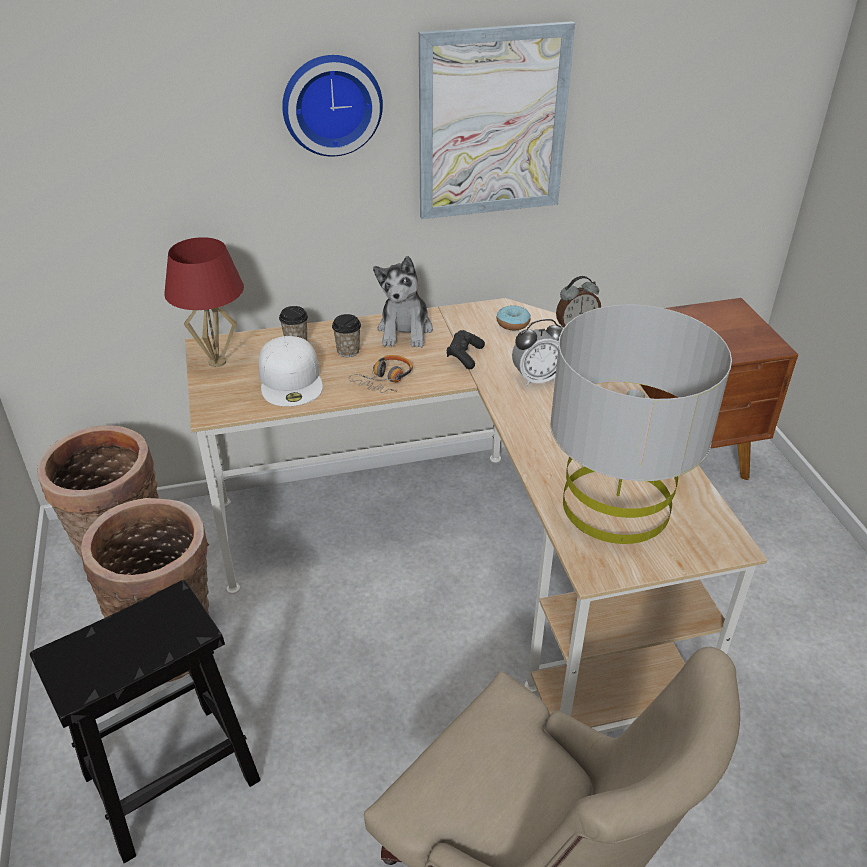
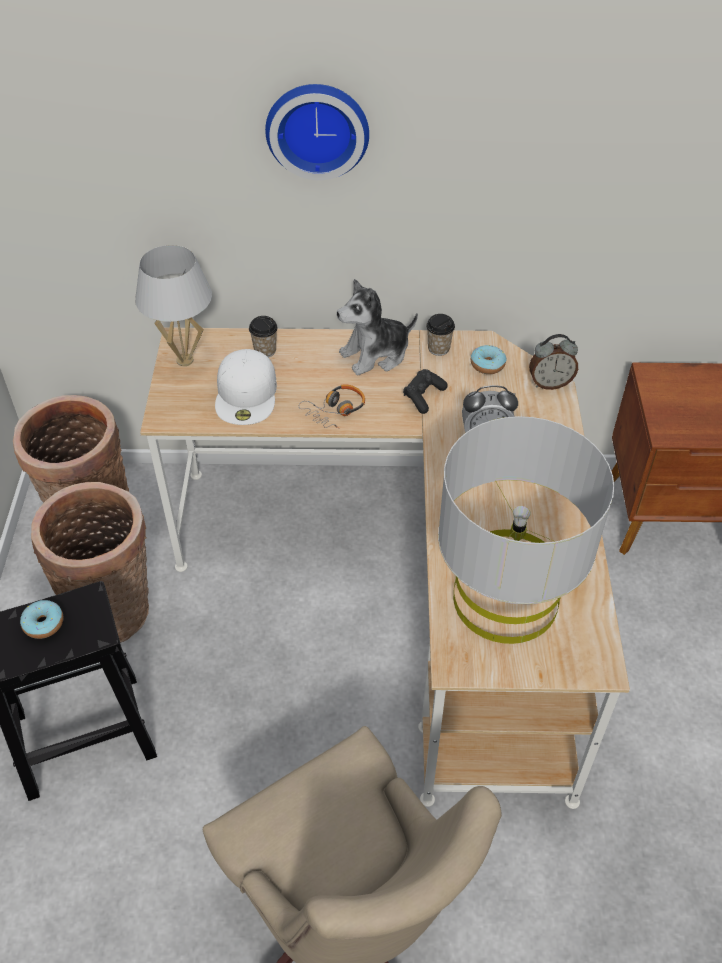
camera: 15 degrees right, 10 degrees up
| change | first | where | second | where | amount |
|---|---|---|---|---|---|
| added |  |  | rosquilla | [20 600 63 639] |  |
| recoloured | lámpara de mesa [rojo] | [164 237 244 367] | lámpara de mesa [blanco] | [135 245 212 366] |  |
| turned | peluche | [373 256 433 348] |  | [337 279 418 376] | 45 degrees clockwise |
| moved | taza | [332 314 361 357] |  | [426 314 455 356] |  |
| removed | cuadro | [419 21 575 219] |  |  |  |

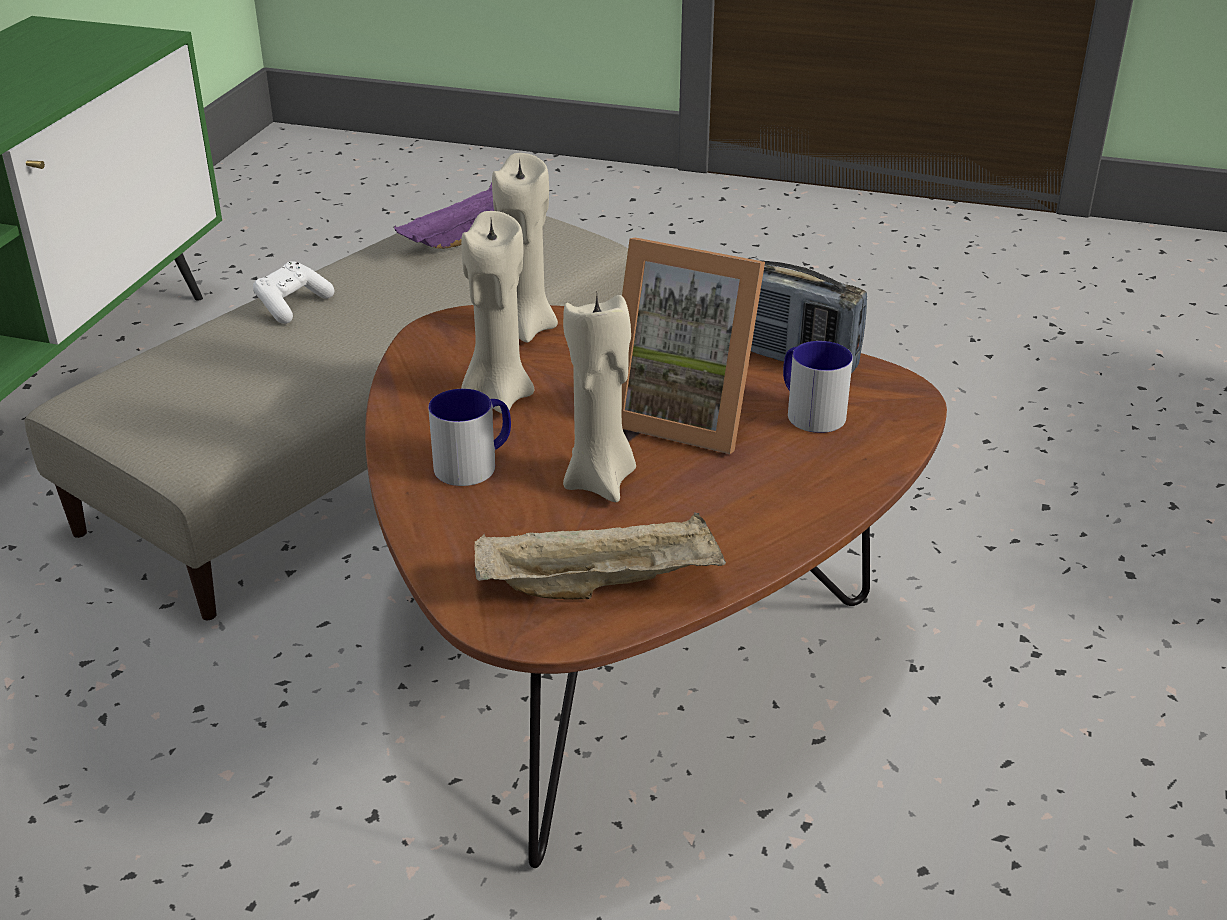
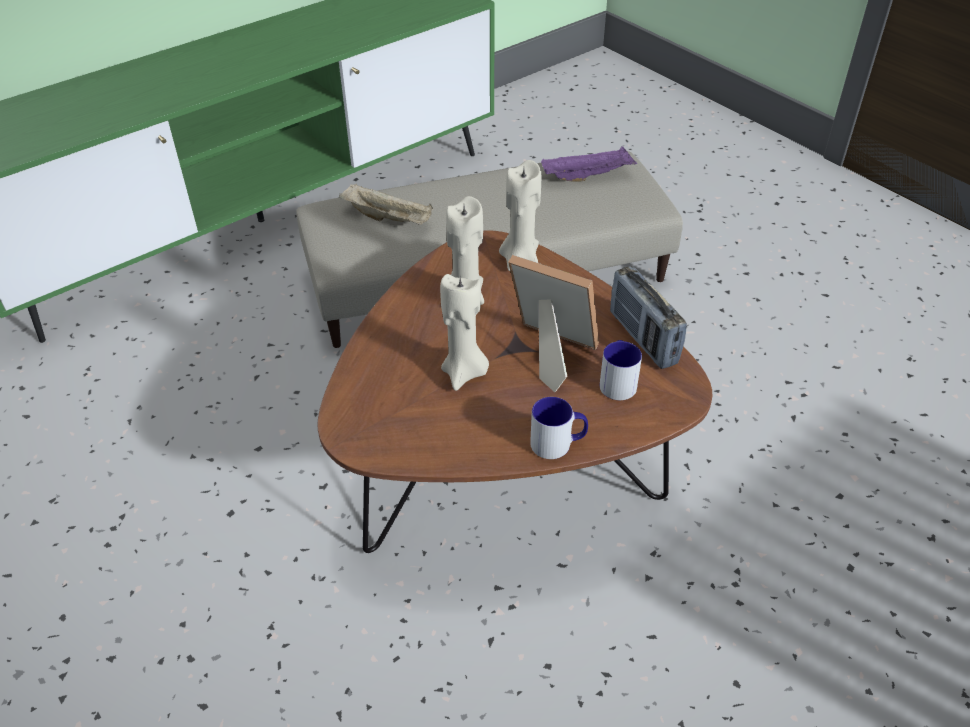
camera: 35 degrees right, 10 degrees up
| change | first | where | second | where | amount |
|---|---|---|---|---|---|
| moved | bandeja [beis] | [474 512 726 600] |  | [339 183 433 225] |  |
| turned | portarretratos | [622 238 765 454] |  | [508 255 599 392] | 150 degrees clockwise |
| moved | taza grande | [428 389 511 486] |  | [530 397 588 459] |  |
| removed | mando de consola [blanco] | [253 261 334 324] |  |  |  |

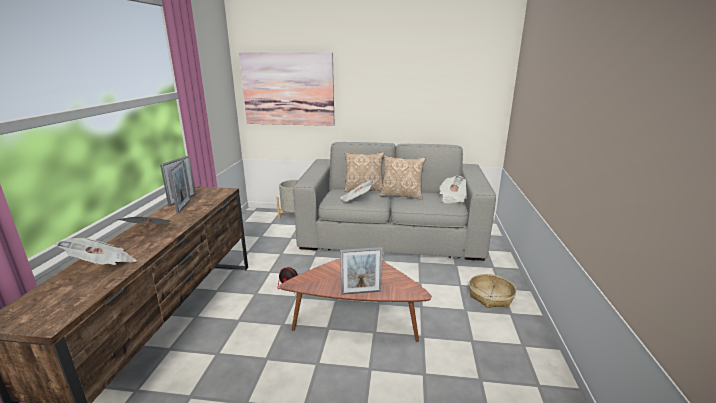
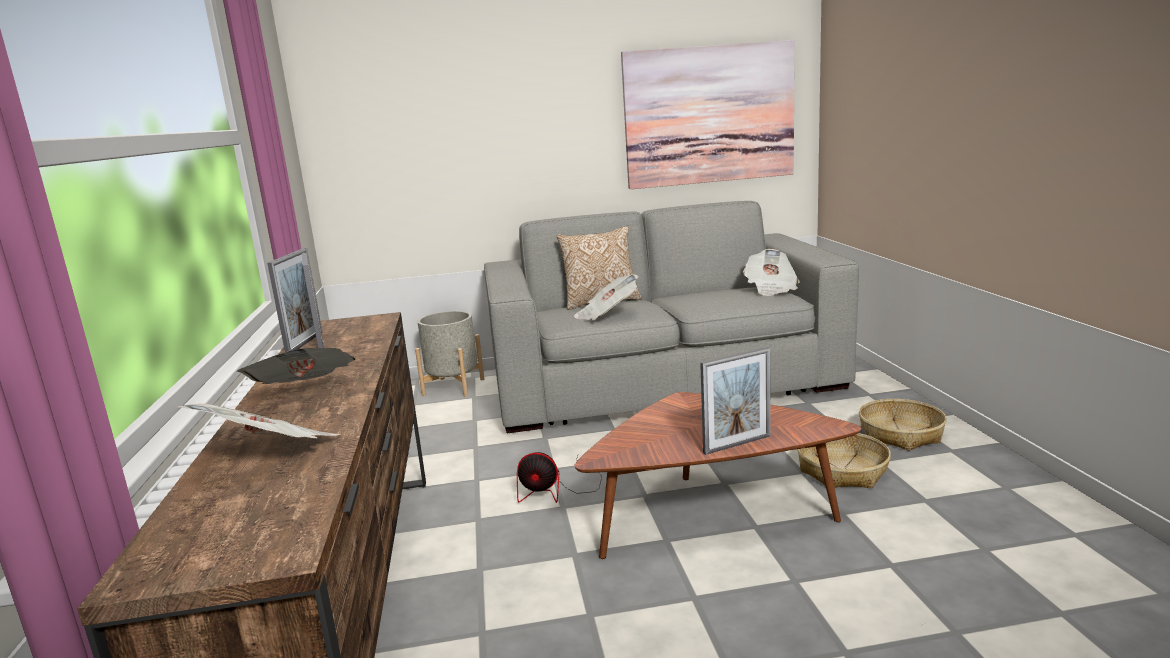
camera: 15 degrees left, 5 degrees down
| change | first | where | second | where | amount |
|---|---|---|---|---|---|
| moved | cuadro | [239 52 335 126] |  | [621 40 795 189] |  |
| added |  |  | cesta | [797 433 891 488] |  |
| removed | cojín | [380 155 426 200] |  |  |  |

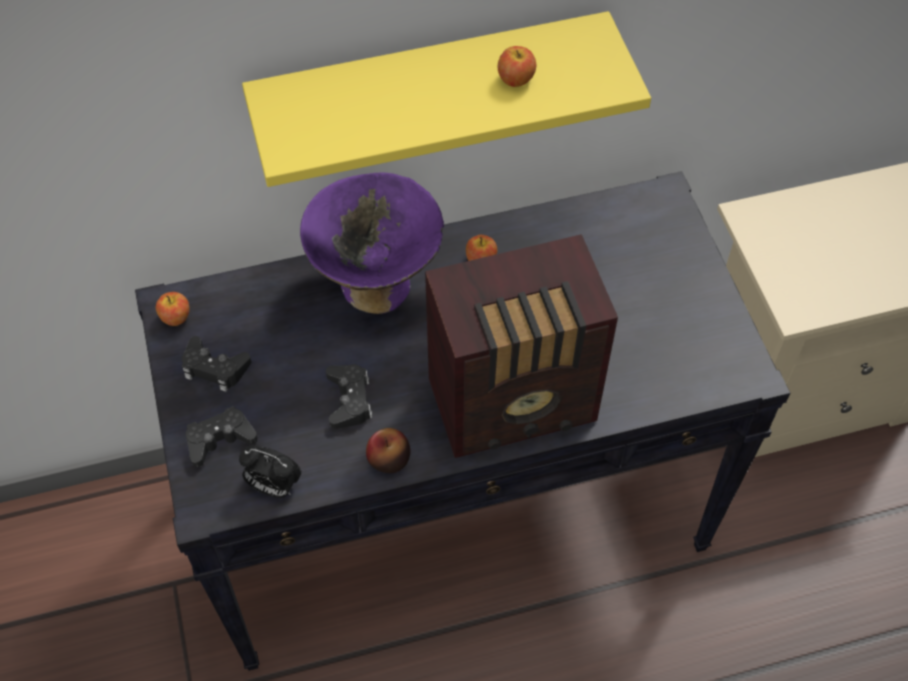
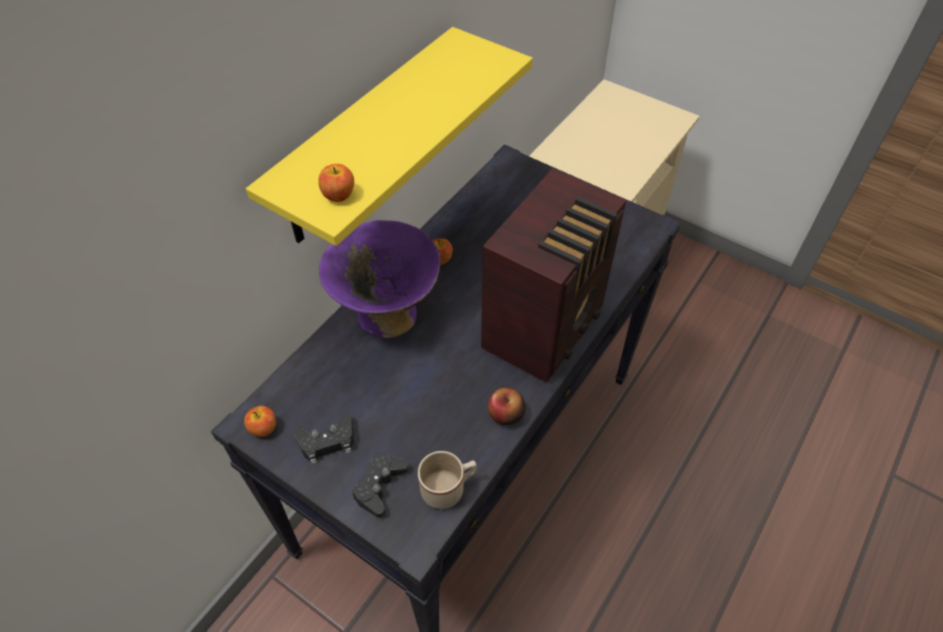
camera: 40 degrees left, 5 degrees down
| change | first | where | second | where | amount |
|---|---|---|---|---|---|
| moved | manzana | [498 46 536 87] |  | [318 164 354 202] |  |
| replaced | despertador | [239 445 302 498] | taza grande [beis] | [418 451 477 509] |  |
| removed | mando de consola [negro] | [326 364 372 429] |  |  |  |

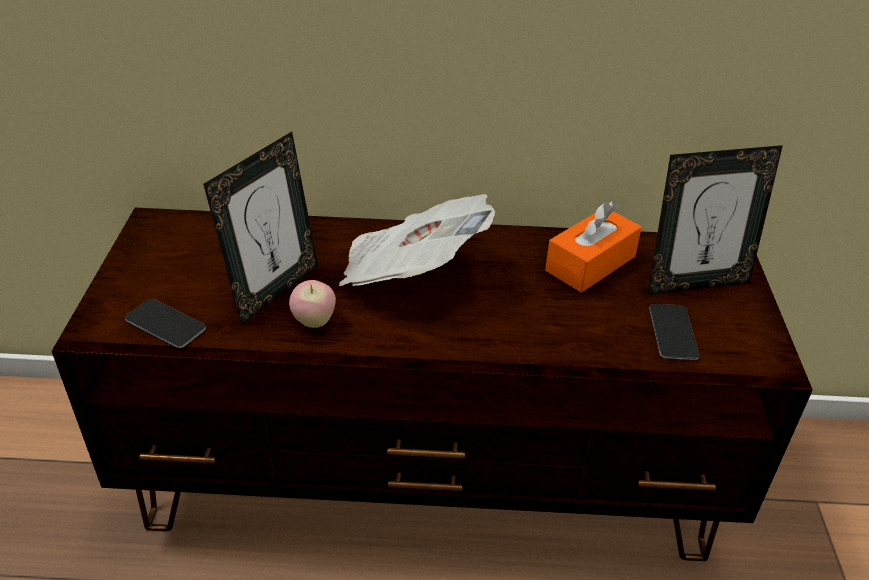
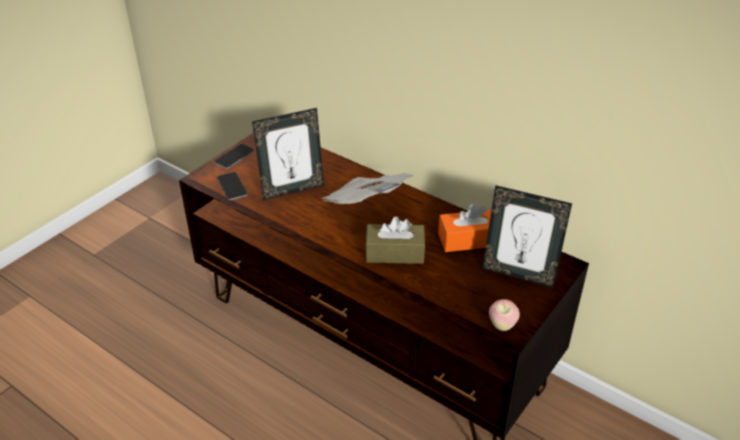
camera: 35 degrees right, 0 degrees up
| change | first | where | second | where | amount |
|---|---|---|---|---|---|
| moved | móvil | [649 304 699 360] |  | [214 144 254 169] |  |
| added |  |  | caja de pañuelos [marrón] | [365 217 425 264] |  |
| moved | manzana | [289 280 336 328] |  | [489 299 520 331] |  |

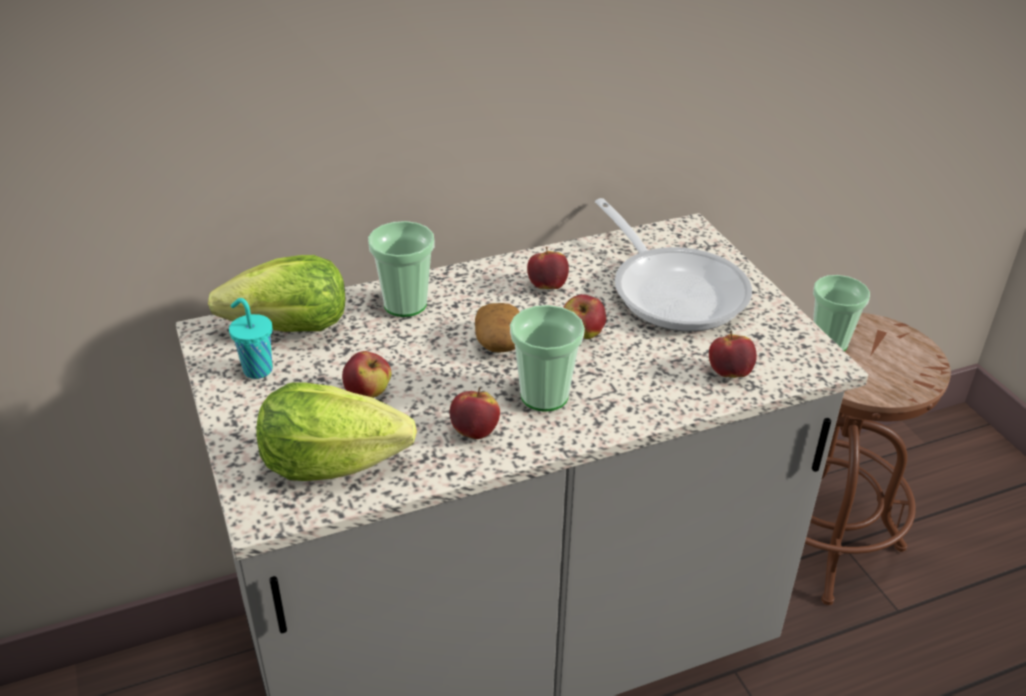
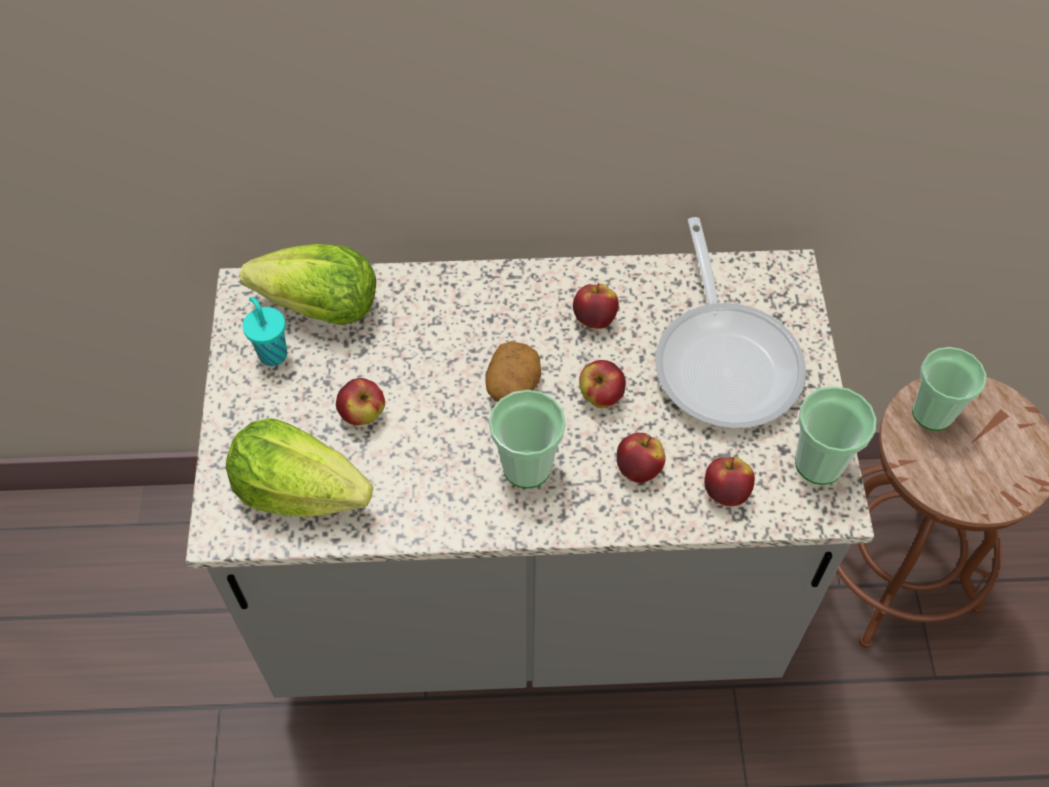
camera: 20 degrees right, 20 degrees up
| change | first | where | second | where | amount |
|---|---|---|---|---|---|
| moved | manzana | [450 387 500 439] |  | [617 433 666 483] |  |
| moved | taza | [368 221 435 317] |  | [795 386 876 485] |  |

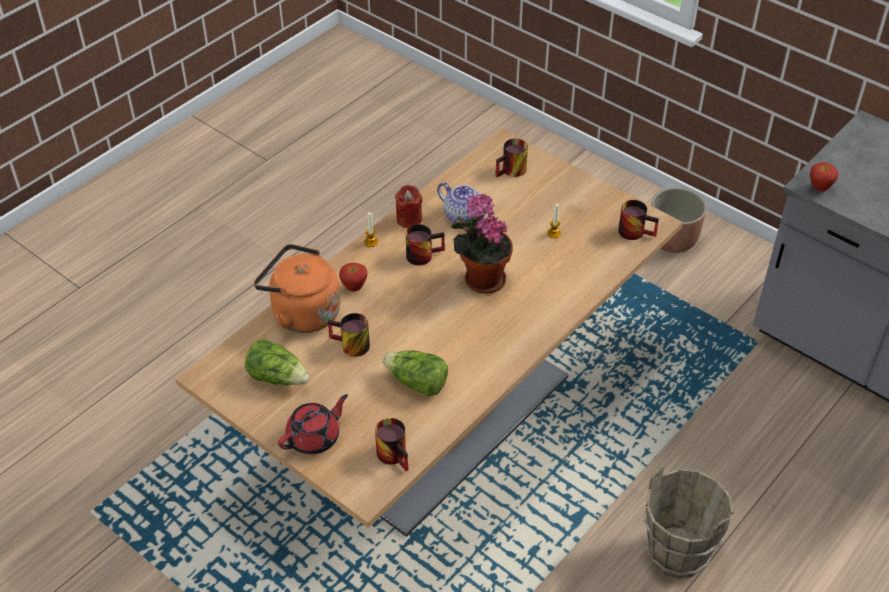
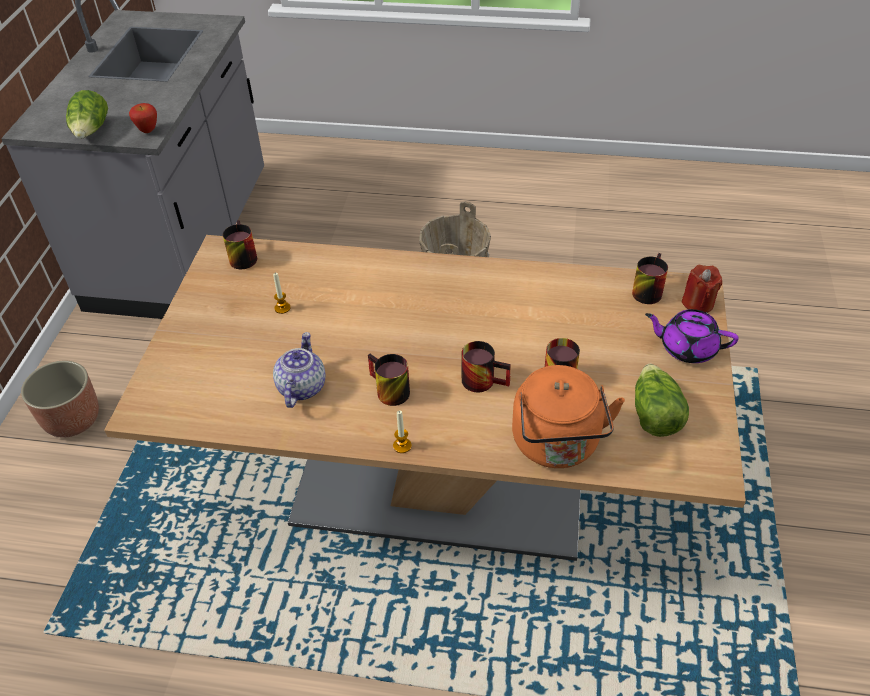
camera: 120 degrees left, 0 degrees up
| change | first | where | second | where | amount |
|---|---|---|---|---|---|
| moved | lechuga | [382 350 448 396] |  | [66 90 108 139] |  |
| moved | taza grande | [495 138 528 177] |  | [461 341 511 392] |  |
| recoloured | tetera [rojo] | [278 394 348 455] | tetera [morado] | [645 309 739 363] |  |
| moved | vela [rojo] | [395 185 422 228] |  | [682 265 722 313] |  |
| removed | manzana | [339 263 367 291] |  |  |  |
| removed | planta en maceta | [452 194 513 294] |  |  |  |

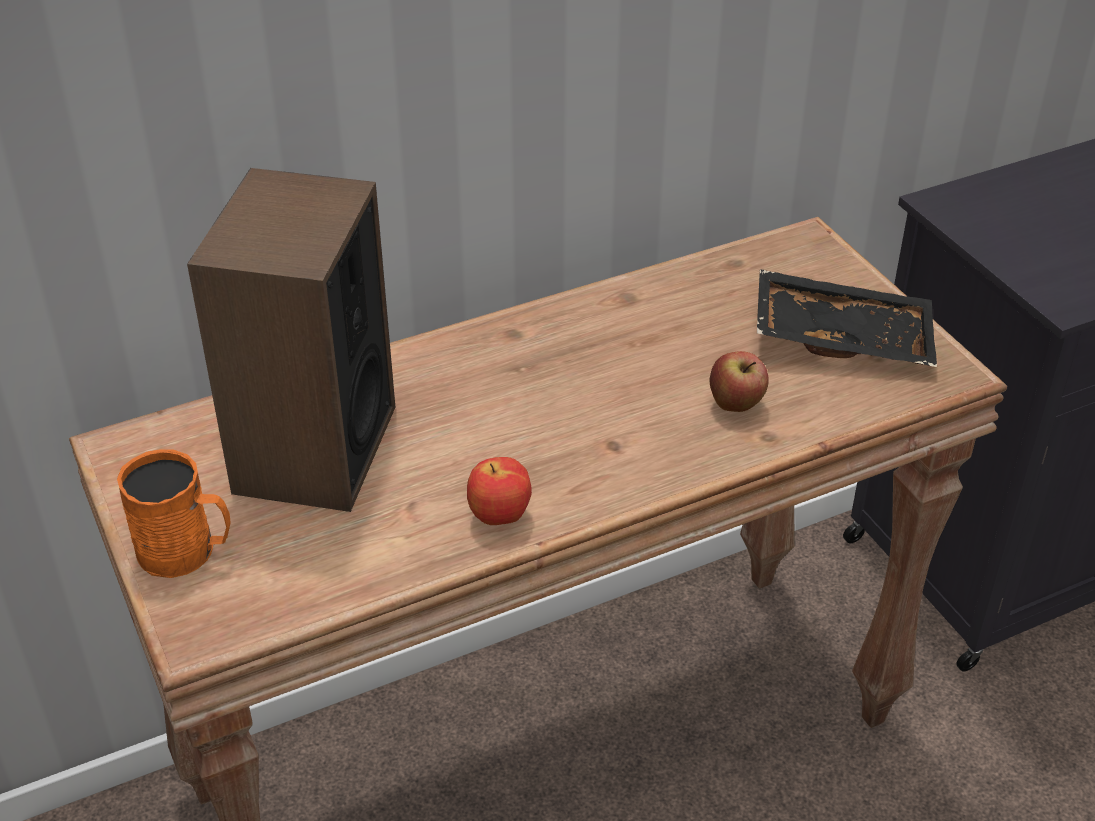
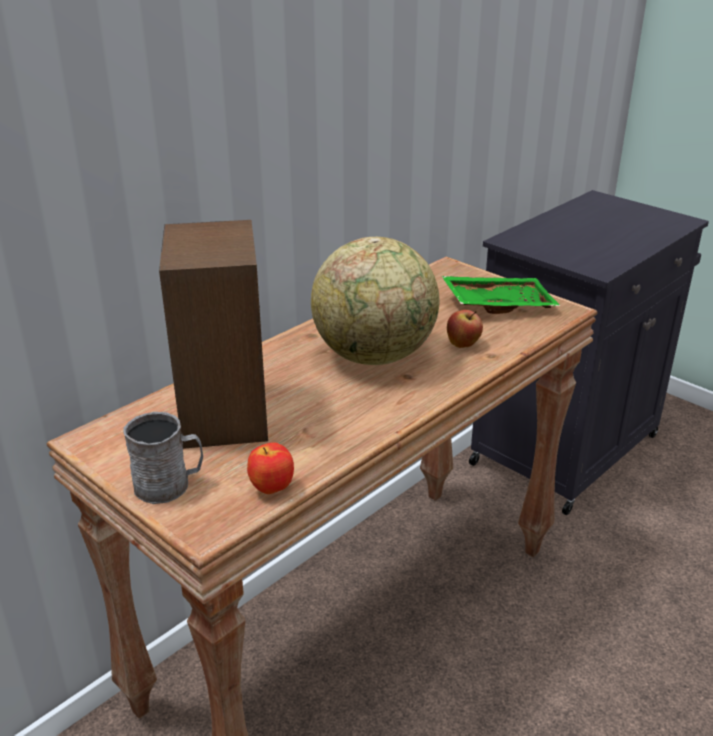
camera: 20 degrees left, 10 degrees down
| change | first | where | second | where | amount |
|---|---|---|---|---|---|
| recoloured | taza grande [naranja] | [117 450 231 578] | taza grande [gris] | [123 412 203 504] |  |
| moved | manzana | [467 457 532 525] |  | [247 442 294 494] |  |
| added |  |  | globo terráqueo | [311 237 440 365] |  |
| recoloured | bandeja [negro] | [757 269 937 367] | bandeja [verde] | [442 276 560 314] |  |

